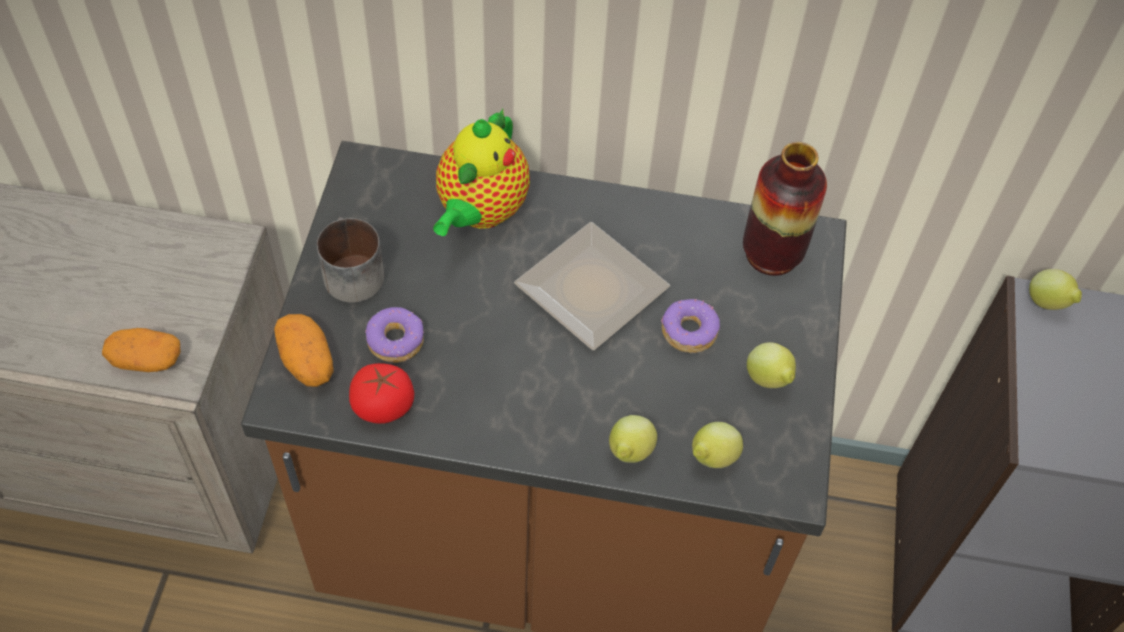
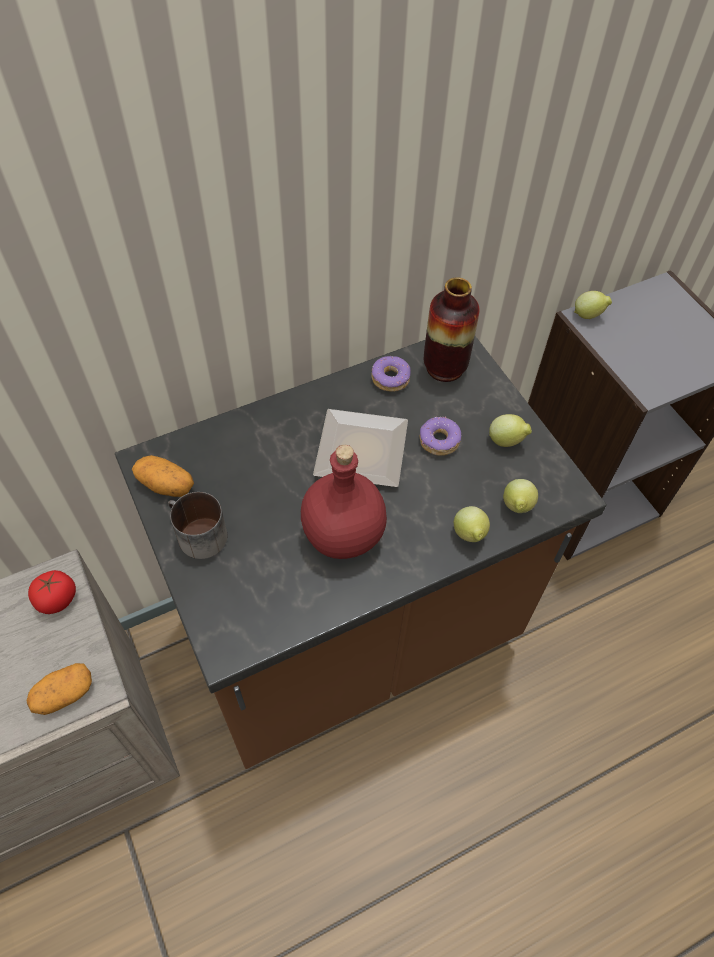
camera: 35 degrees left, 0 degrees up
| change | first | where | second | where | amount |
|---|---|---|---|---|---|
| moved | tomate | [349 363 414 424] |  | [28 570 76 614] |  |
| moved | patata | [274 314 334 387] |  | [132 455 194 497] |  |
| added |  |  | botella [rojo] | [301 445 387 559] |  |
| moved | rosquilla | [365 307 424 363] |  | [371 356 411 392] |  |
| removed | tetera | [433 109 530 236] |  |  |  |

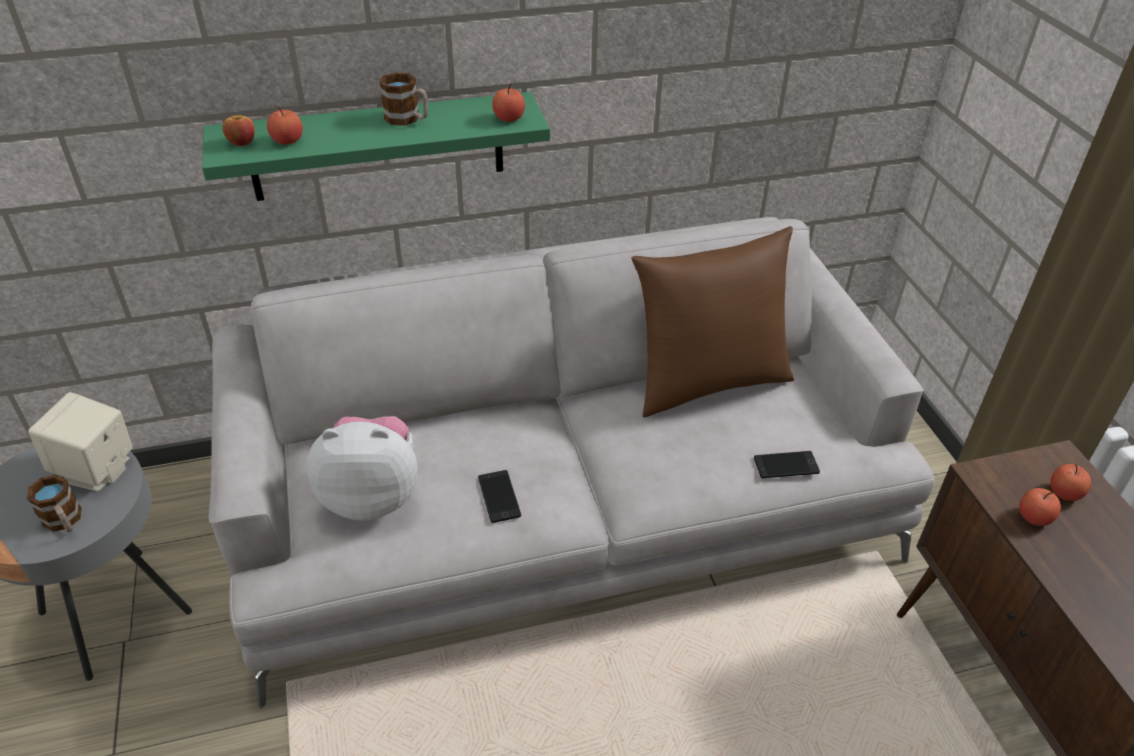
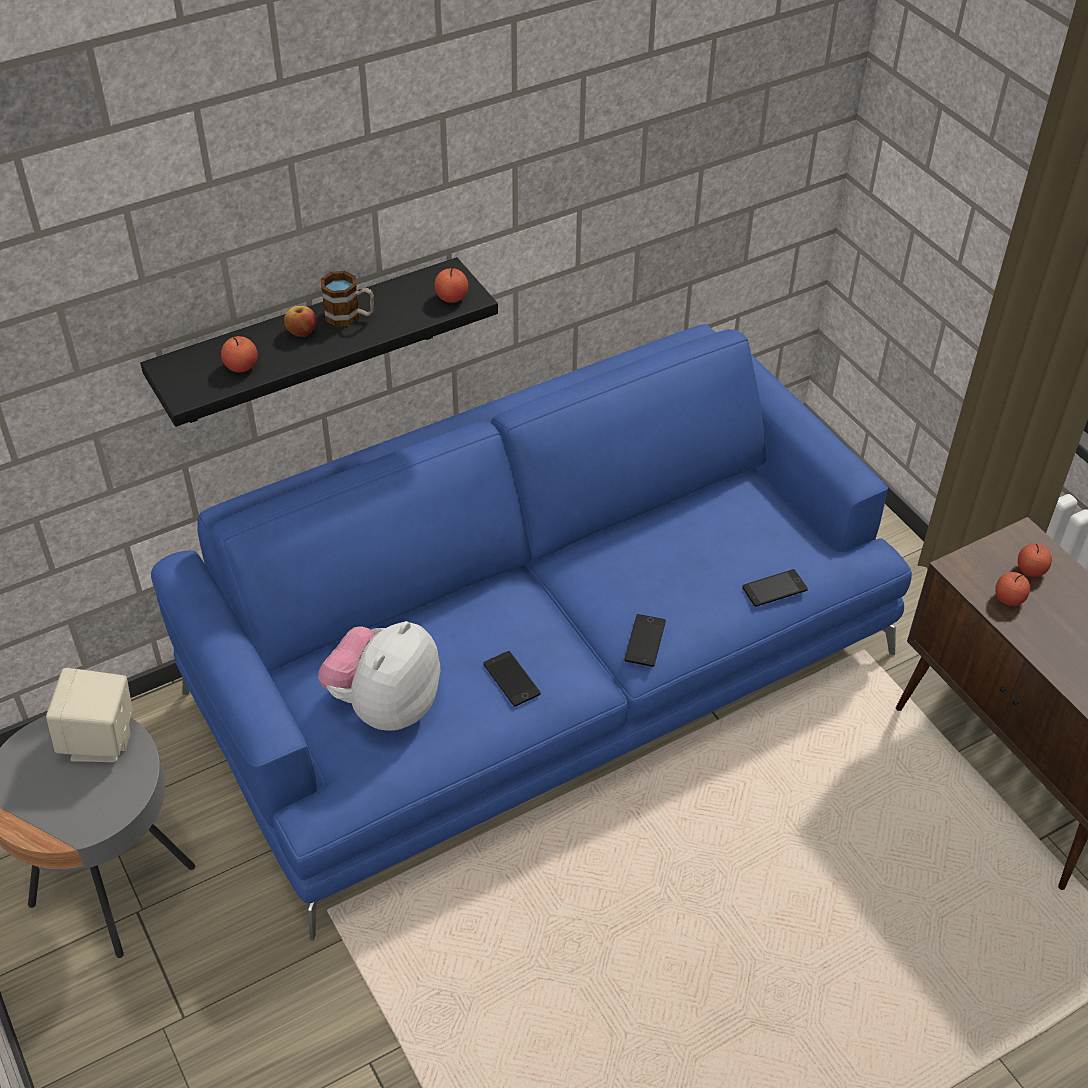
camera: 15 degrees left, 5 degrees up
| change | first | where | second | where | amount |
|---|---|---|---|---|---|
| recoloured | estante [verde] | [202 92 550 201] | estante [negro] | [140 257 498 427] |  |
| recoloured | sofá [gris] | [209 217 935 709] | sofá [azul] | [151 324 912 941] |  |
| moved | manzana | [222 115 255 146] |  | [284 306 316 337] |  |
| turned | peluche | [306 416 418 521] |  | [318 621 440 731] | 45 degrees counterclockwise |
| added |  |  | móvil | [625 614 666 667] |  |
| removed | taza grande | [27 475 81 532] |  |  |  |
| removed | cojín [marrón] | [631 226 794 418] |  |  |  |

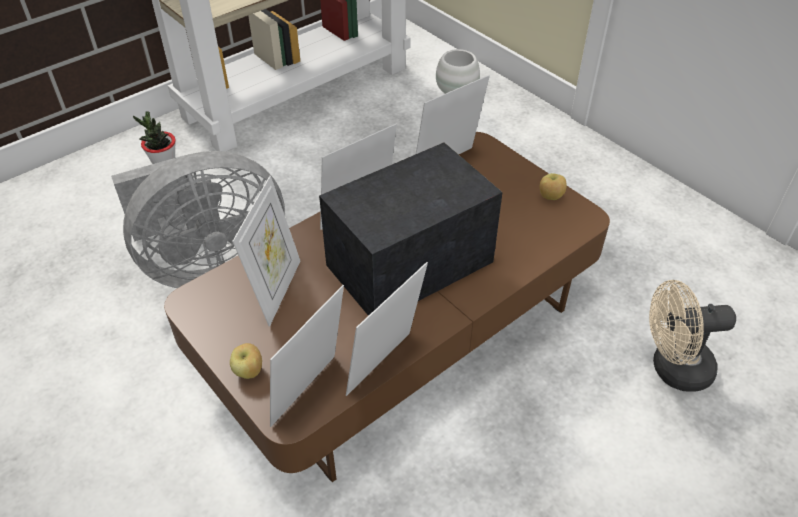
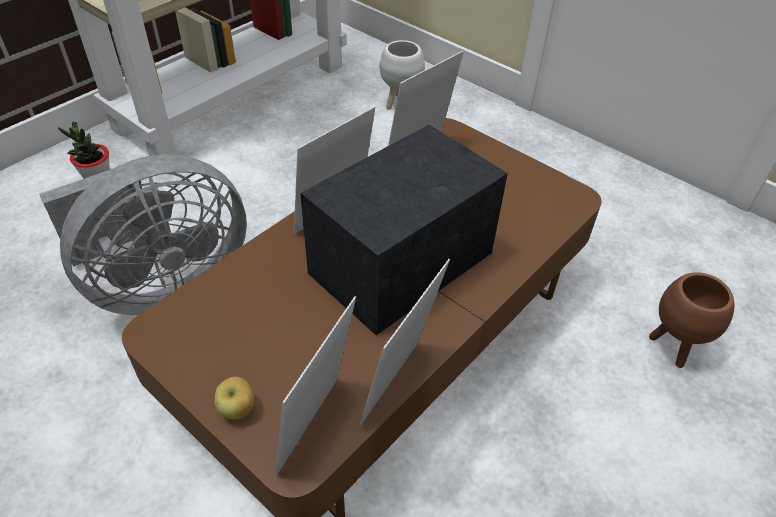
camera: 10 degrees left, 0 degrees up
| change | first | where | second | where | amount |
|---|---|---|---|---|---|
| replaced | ventilador [beis] | [649 280 736 392] | maceta [marrón] | [649 272 734 368] |  |
| removed | portarretratos | [232 176 300 327] |  |  |  |
| removed | manzana | [540 173 567 200] |  |  |  |

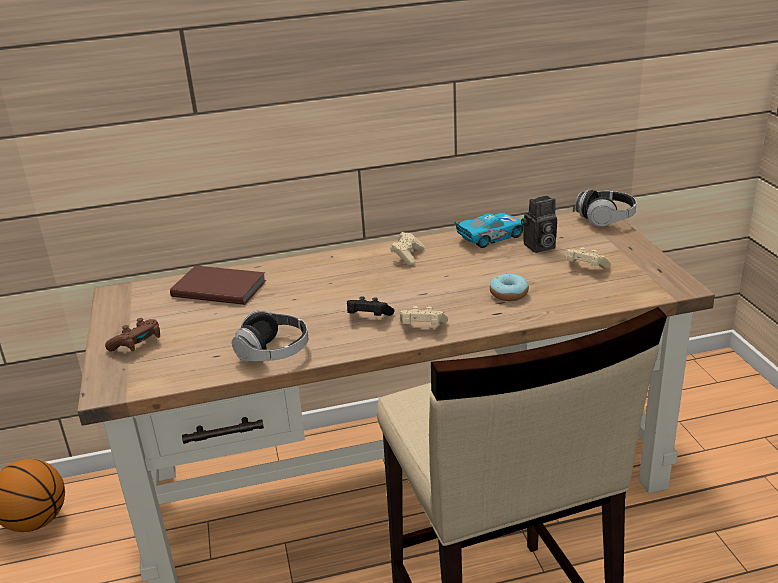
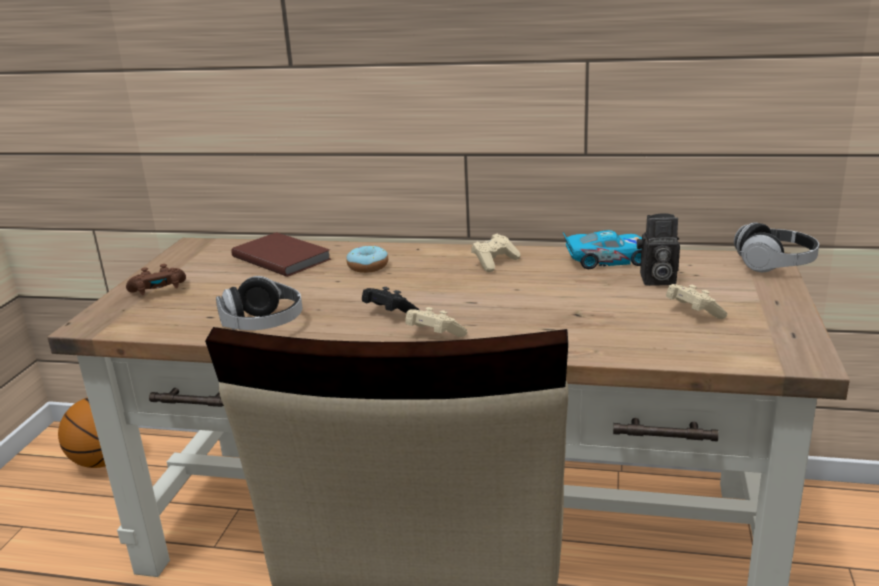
camera: 25 degrees right, 5 degrees down
| change | first | where | second | where | amount |
|---|---|---|---|---|---|
| moved | rosquilla | [490 273 529 301] |  | [346 246 388 273] |  |

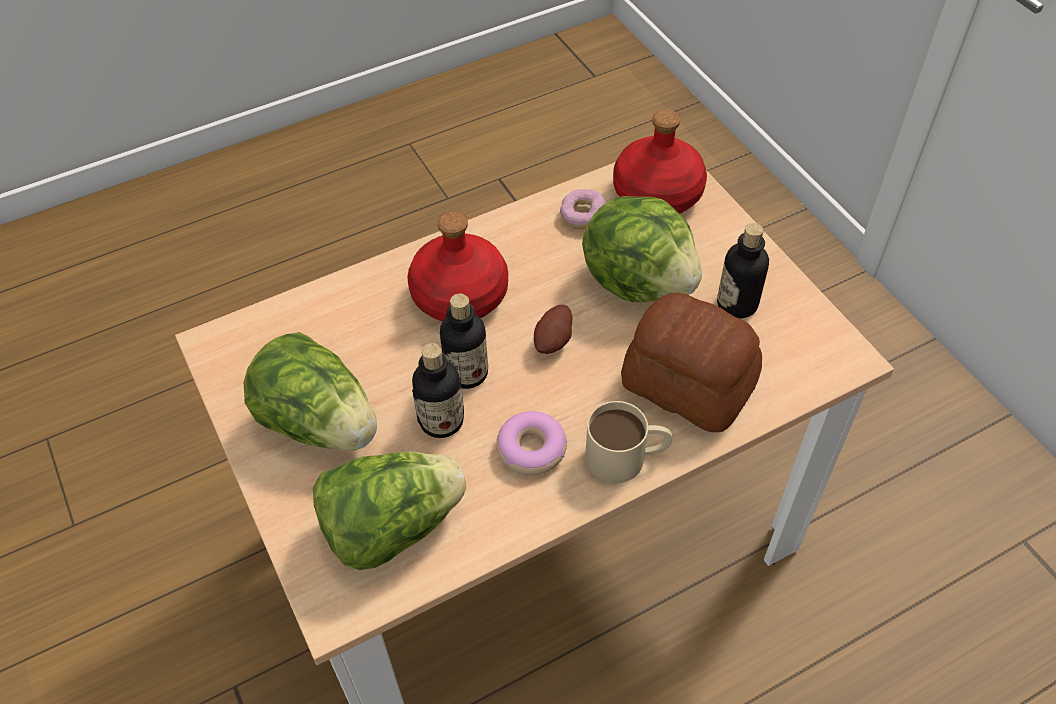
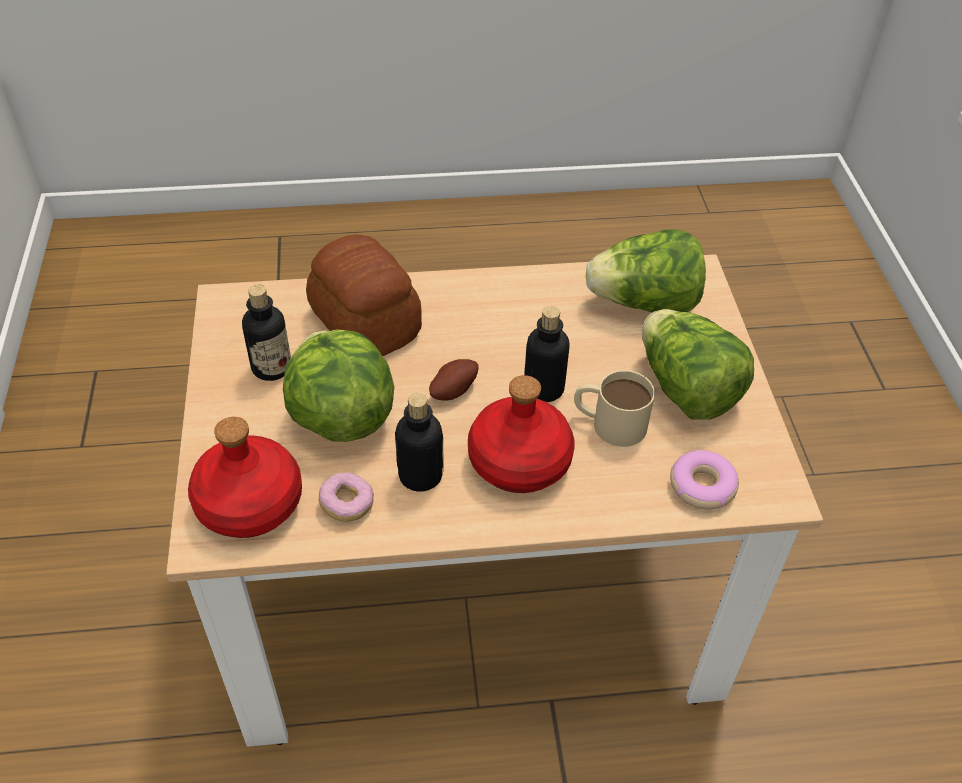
camera: 160 degrees left, 5 degrees down
| change | first | where | second | where | amount |
|---|---|---|---|---|---|
| moved | botella | [412 343 464 438] |  | [395 393 444 492] |  |
| moved | taza grande [beis] | [585 401 672 483] |  | [574 370 655 447] |  |
| moved | rosquilla | [496 411 567 475] |  | [670 450 739 509] |  |

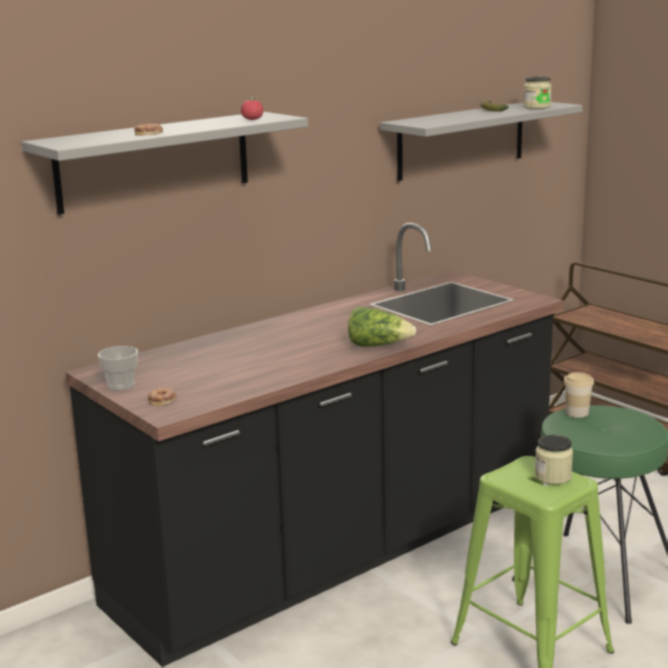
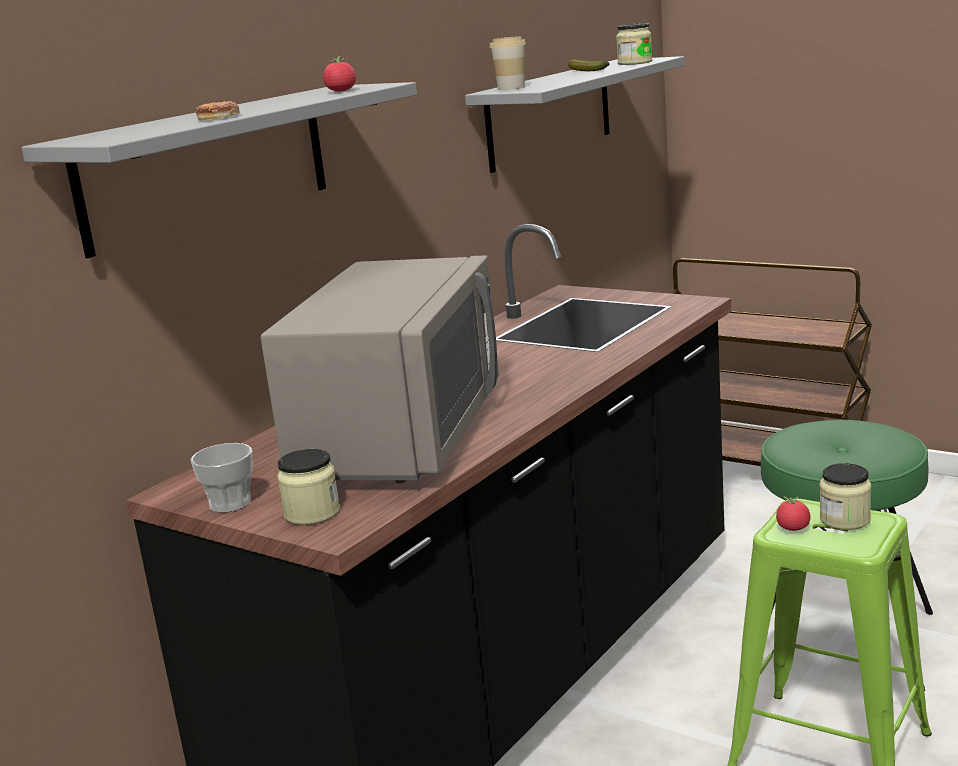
camera: 15 degrees left, 0 degrees up
| change | first | where | second | where | amount |
|---|---|---|---|---|---|
| added |  |  | microondas [gris] | [261 255 499 483] |  |
| replaced | rosquilla | [148 388 177 406] | tarro | [277 449 340 525] |  |
| moved | taza | [564 372 594 418] |  | [489 36 526 90] |  |
| added |  |  | tomate | [776 496 810 531] |  |
| removed | lechuga | [348 307 416 347] |  |  |  |

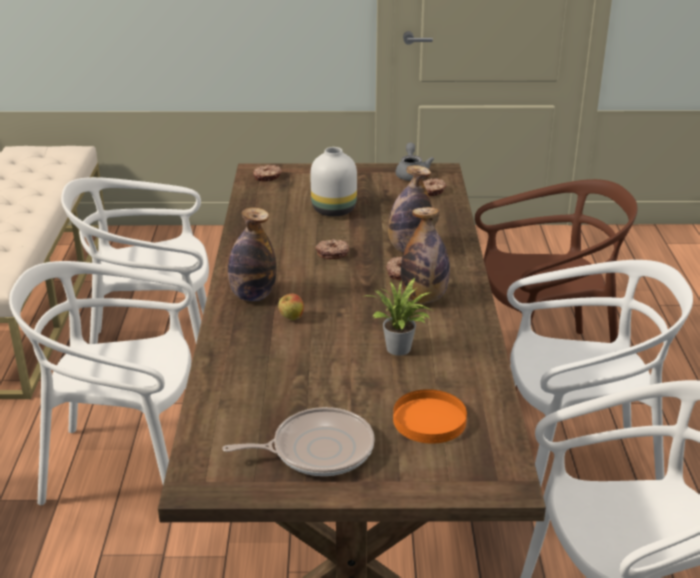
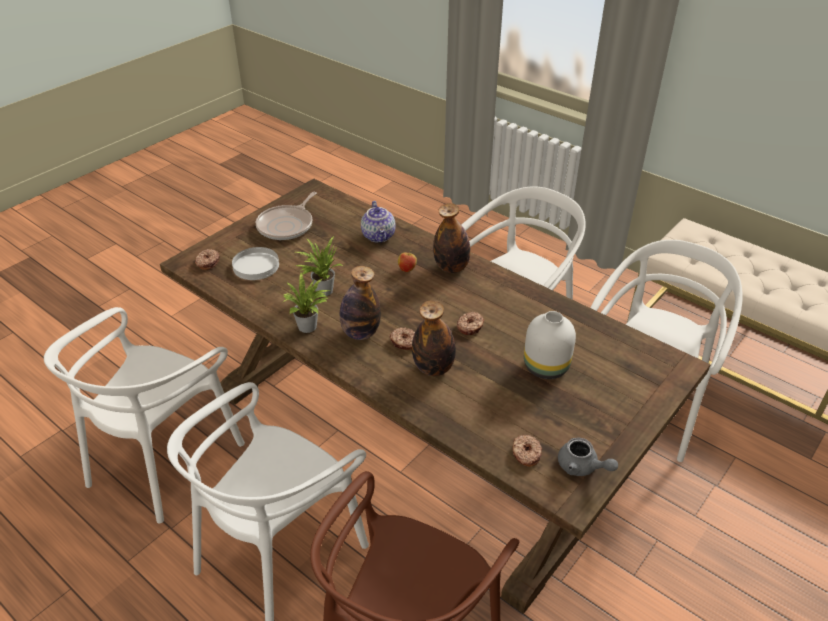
camera: 130 degrees right, 10 degrees up
| change | first | where | second | where | amount |
|---|---|---|---|---|---|
| moved | rosquilla | [253 165 282 181] |  | [195 249 220 270] |  |
| recoloured | plato [naranja] | [393 389 467 444] | plato [blanco] | [232 247 279 280] |  |
| added |  |  | planta en maceta | [283 273 332 333] |  |
| added |  |  | tetera | [361 201 396 243] |  |

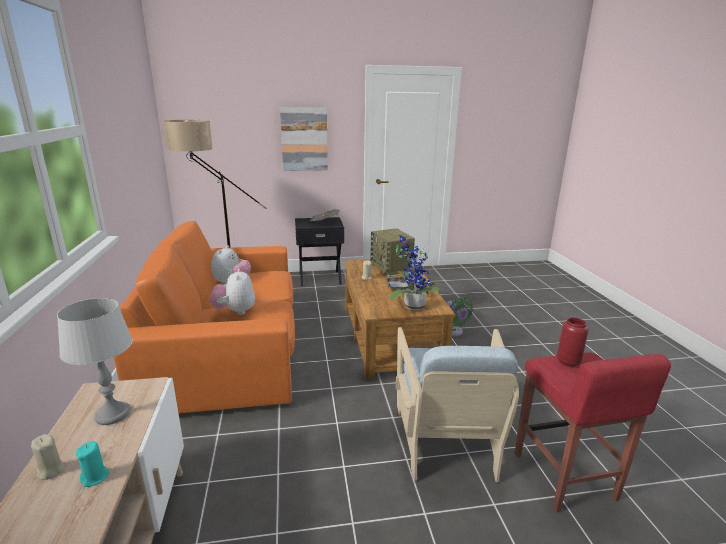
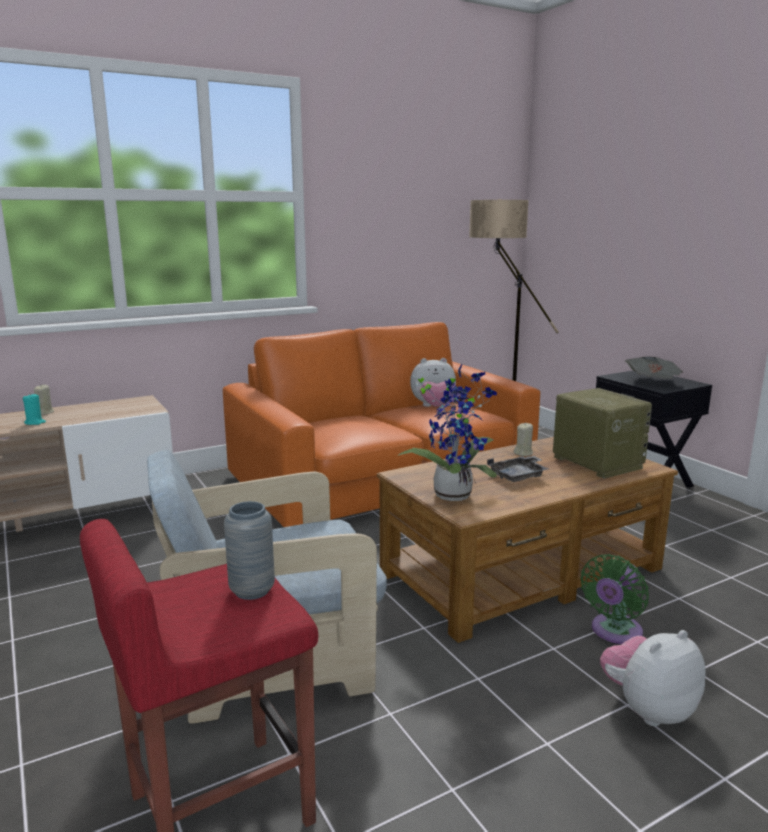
camera: 70 degrees right, 5 degrees down
| change | first | where | second | where | amount |
|---|---|---|---|---|---|
| recoloured | florero [rojo] | [557 318 589 367] | florero [gris] | [224 501 275 600] |  |
| turned | radio | [370 228 415 276] |  | [553 388 652 479] | 105 degrees clockwise |
| moved | peluche | [210 268 255 315] |  | [600 630 706 726] |  |
| removed | lámpara de mesa [gris] | [57 298 133 425] |  |  |  |
| removed | cuadro | [280 107 328 171] |  |  |  |

